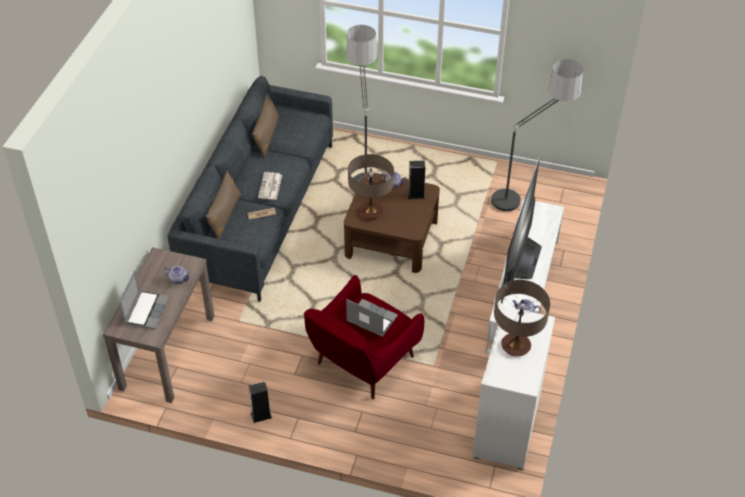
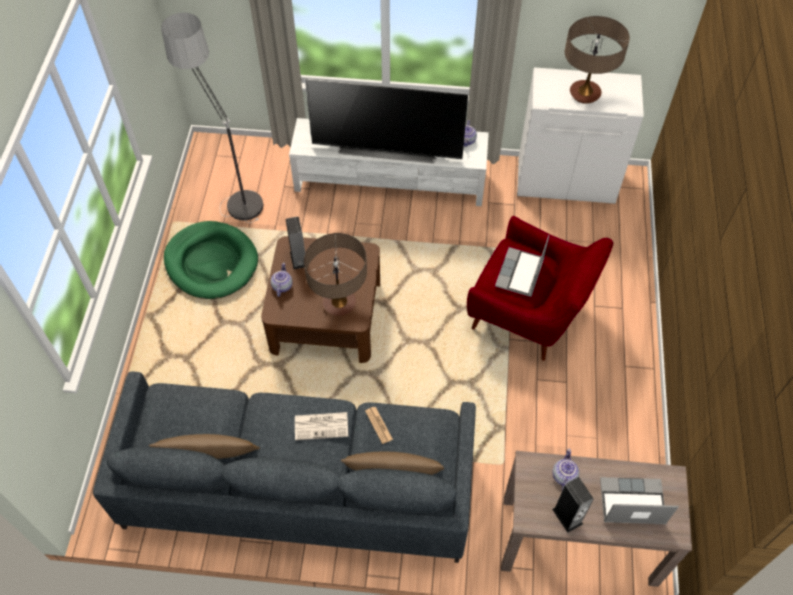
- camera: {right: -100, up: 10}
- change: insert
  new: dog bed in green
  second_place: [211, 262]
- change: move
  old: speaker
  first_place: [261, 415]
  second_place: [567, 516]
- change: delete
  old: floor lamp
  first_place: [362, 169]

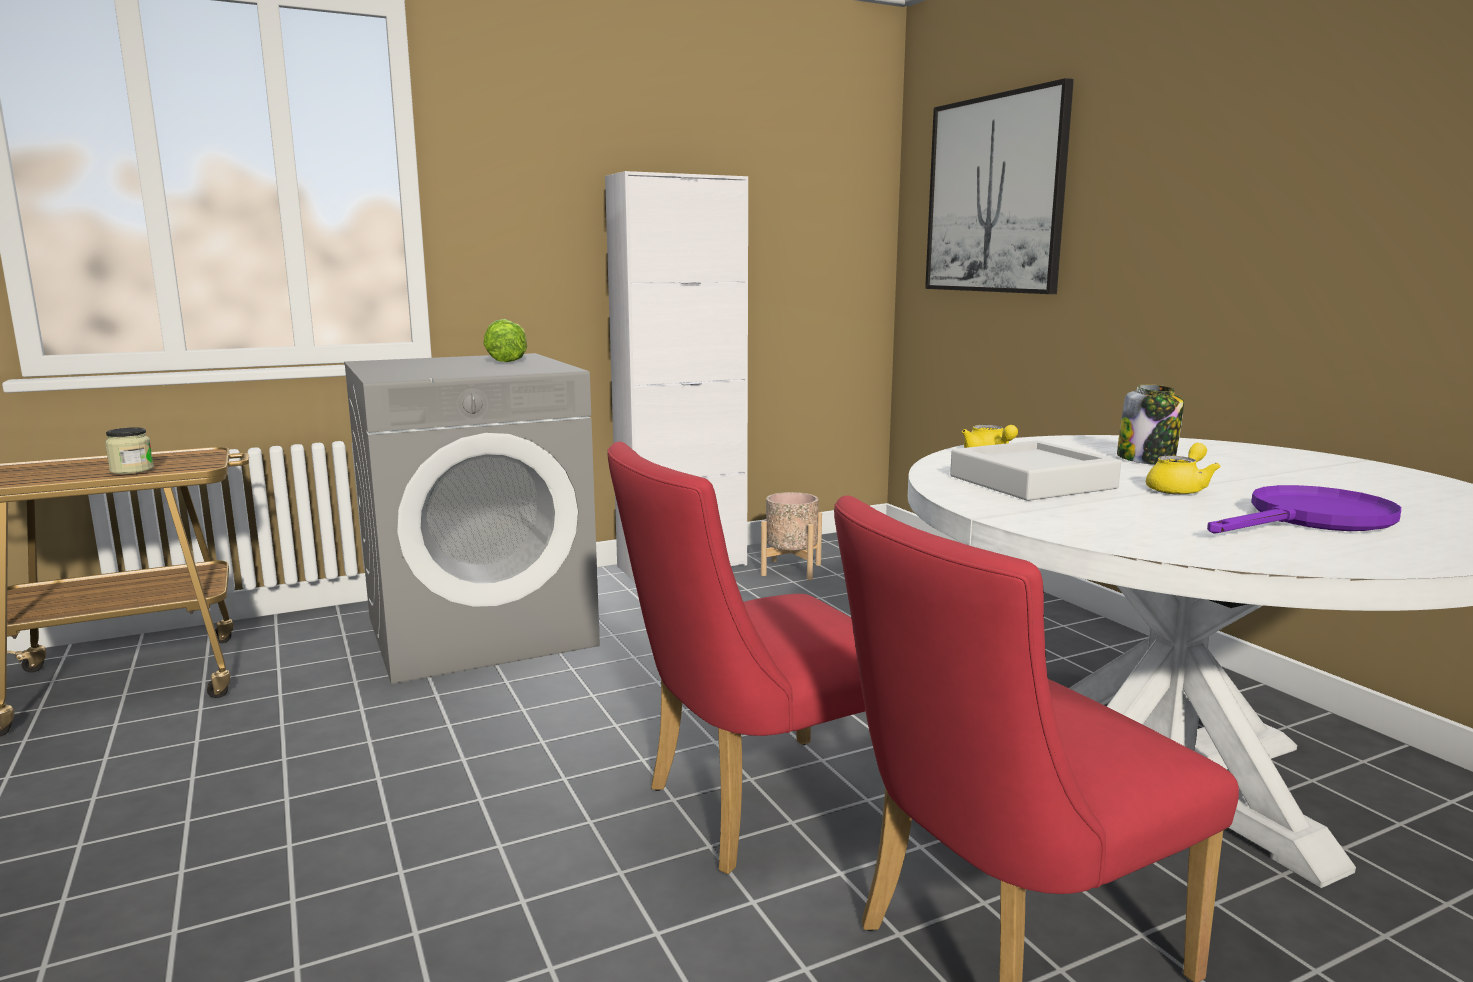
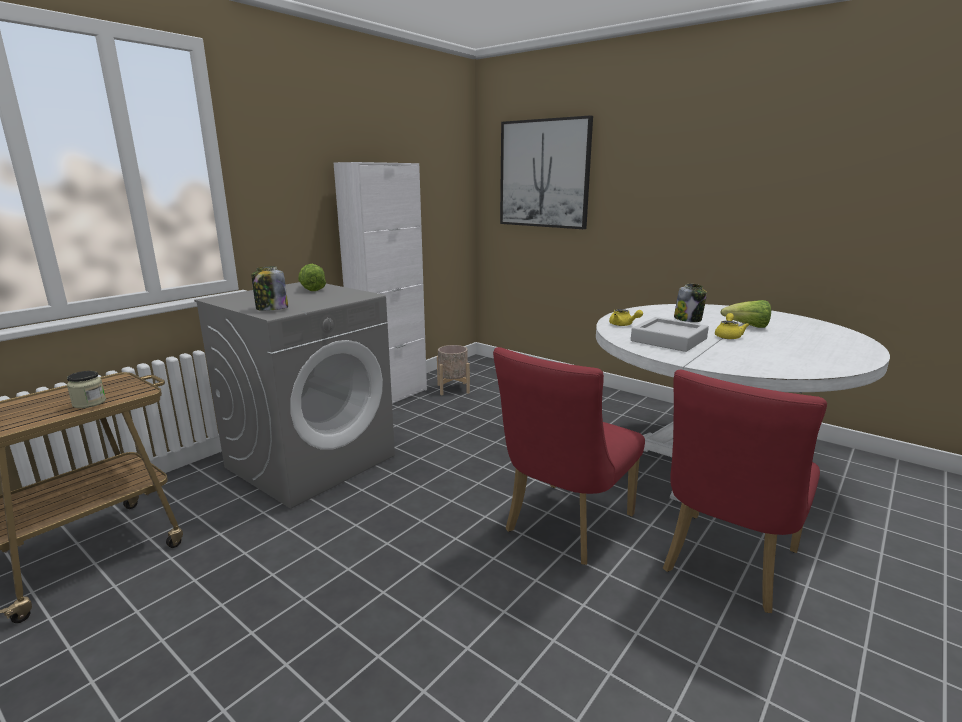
- camera: {right: -25, up: 5}
- change: insert
  new: jar
  second_place: [271, 309]
- change: insert
  new: lettuce
  second_place: [747, 326]
- change: delete
  old: frying pan in purple
  first_place: [1310, 520]

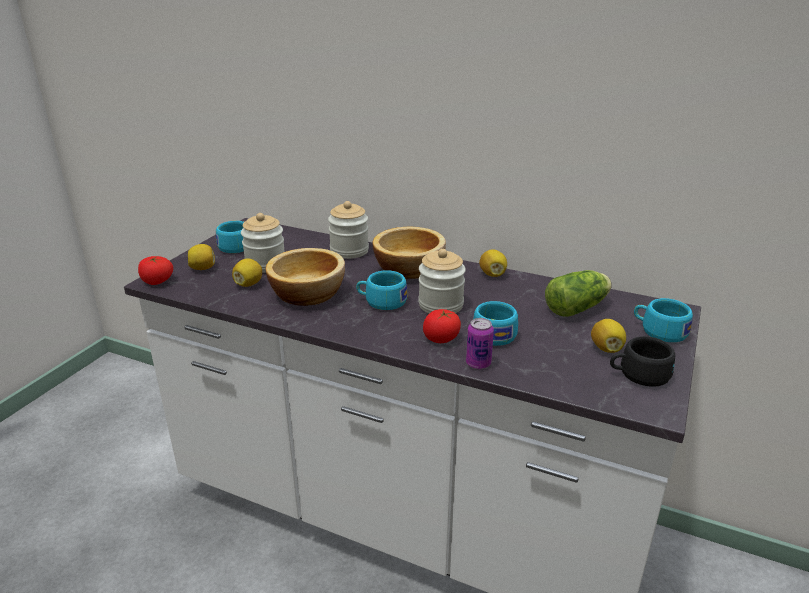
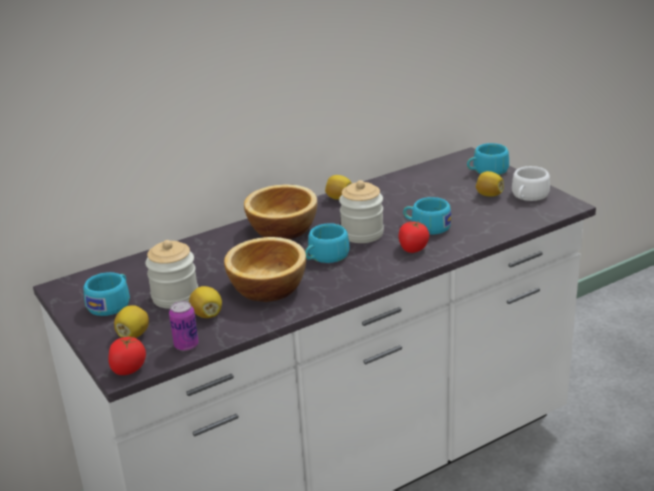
- camera: {right: -55, up: 0}
- change: move
  old: can
  first_place: [478, 363]
  second_place: [186, 345]
- change: recolor
  old: cup in black
  new: cup in white
  first_place: [638, 374]
  second_place: [528, 196]
- change: delete
  old: jar
  first_place: [349, 251]
- change: delete
  old: lettuce
  first_place: [578, 307]

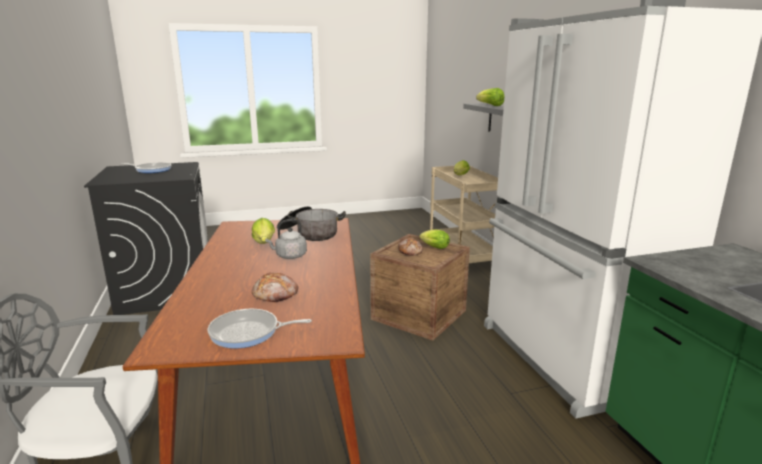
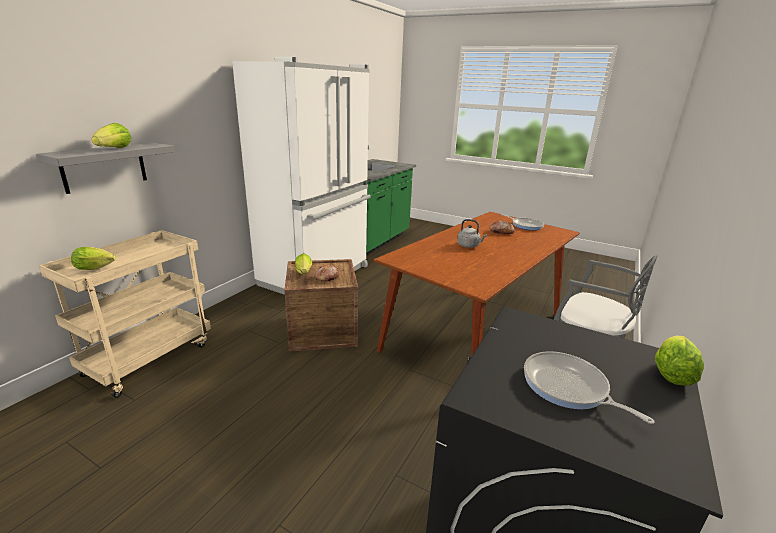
- camera: {right: -135, up: 5}
- change: move
  old: lettuce
  first_place: [264, 243]
  second_place: [671, 372]
- change: delete
  old: cooking pot
  first_place: [309, 234]

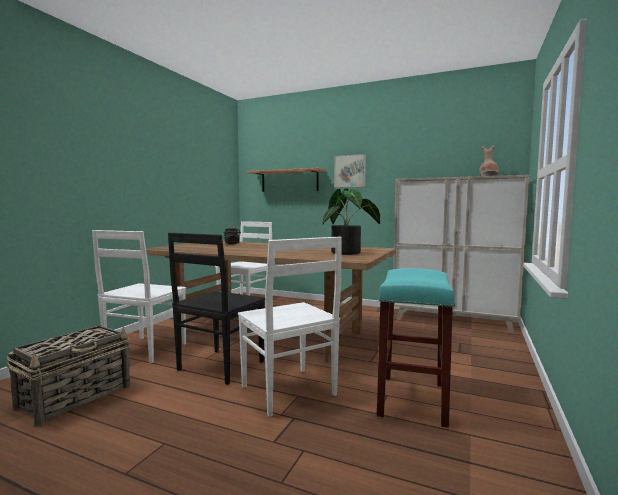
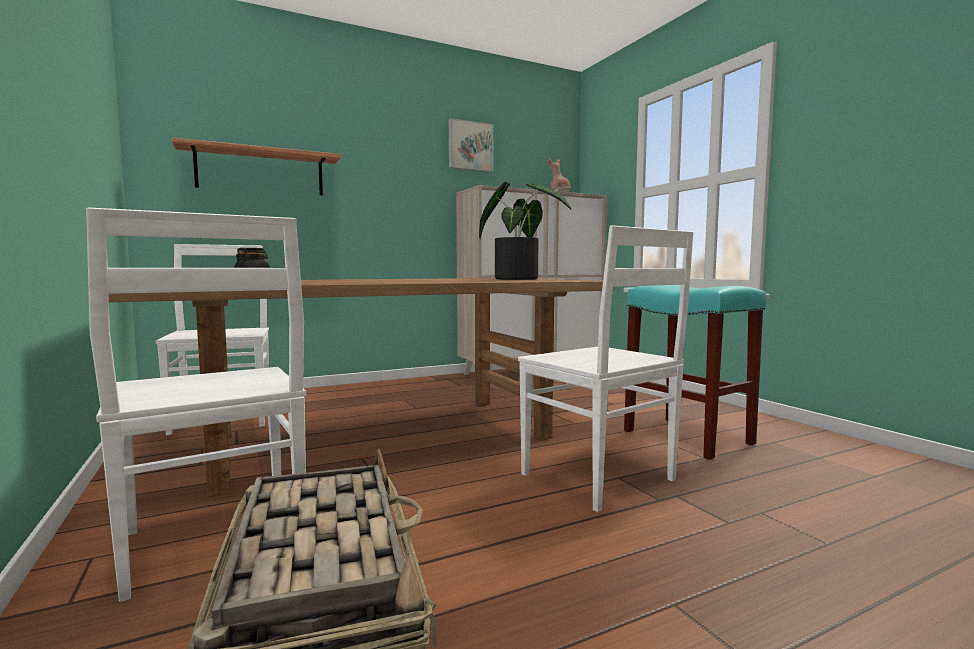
- camera: {right: -50, up: 0}
- change: move
  old: picture
  first_place: [350, 171]
  second_place: [470, 146]
- change: rotate
  old: chair in white
  first_place: [289, 392]
  second_place: [600, 478]
  degrees: 45
- change: delete
  old: chair in black
  first_place: [219, 367]

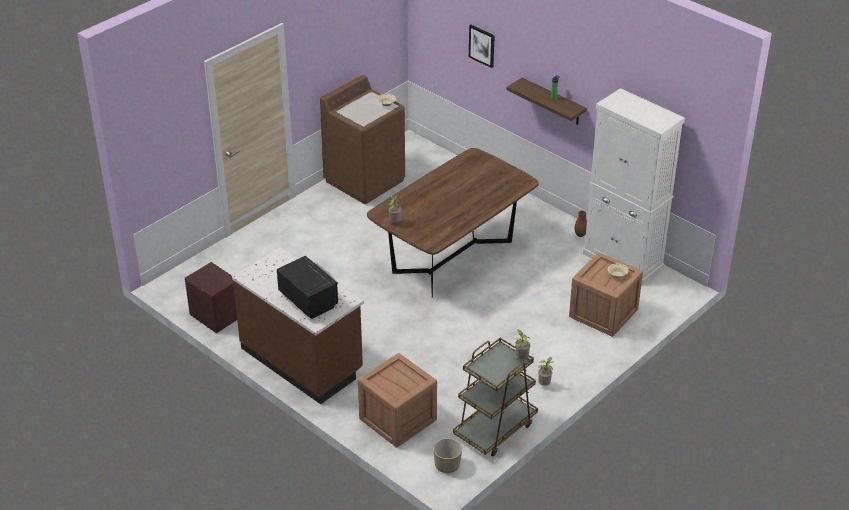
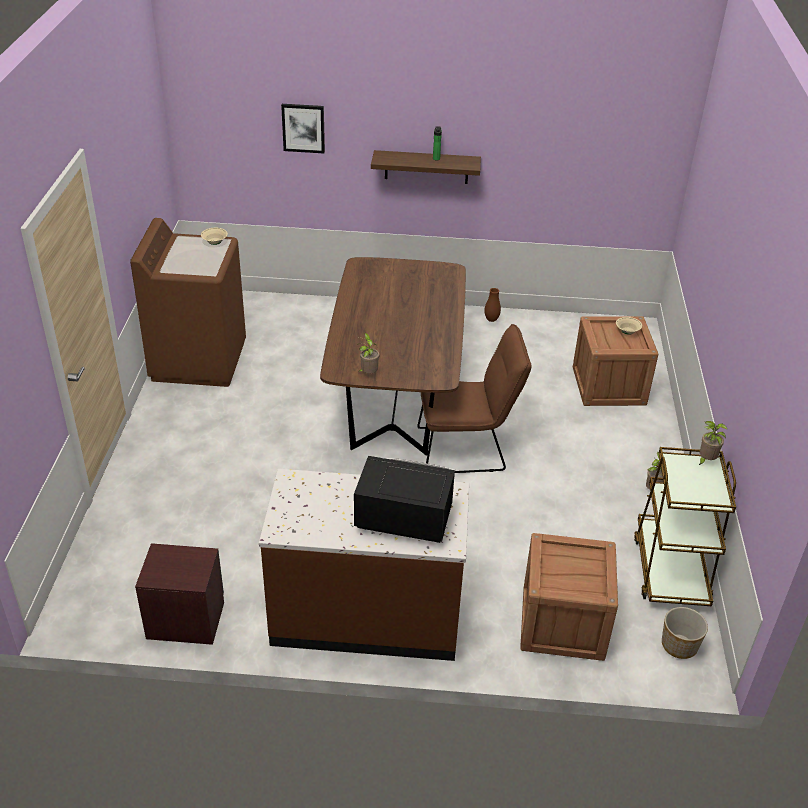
- camera: {right: -40, up: 0}
- change: insert
  new: chair in brown
  second_place: [467, 449]
- change: delete
  old: cabinet in white
  first_place: [623, 261]

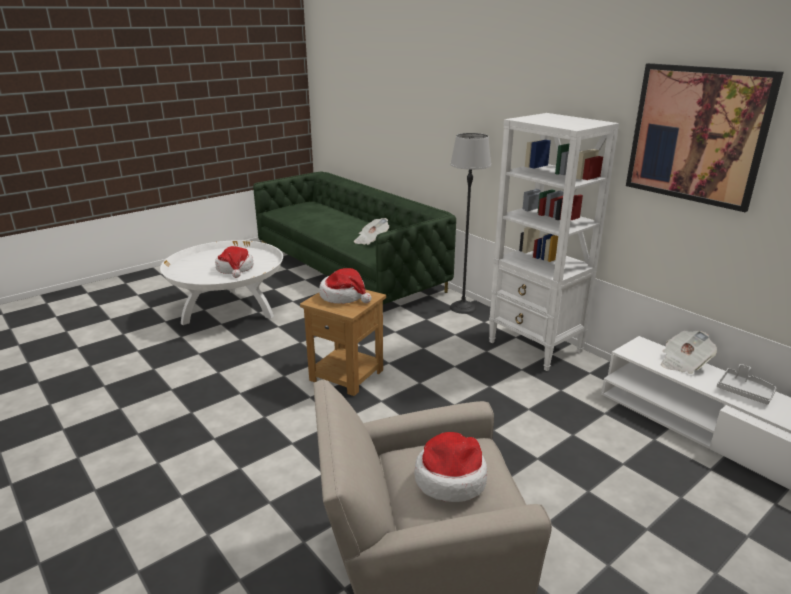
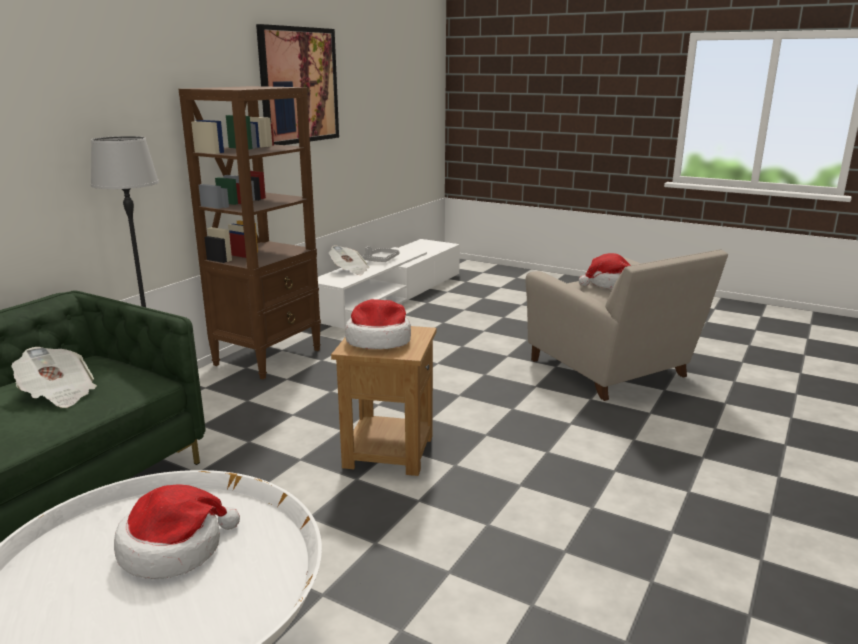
- camera: {right: -110, up: -5}
- change: recolor
  old: bookcase in white
  new: bookcase in brown
  first_place: [535, 347]
  second_place: [269, 357]

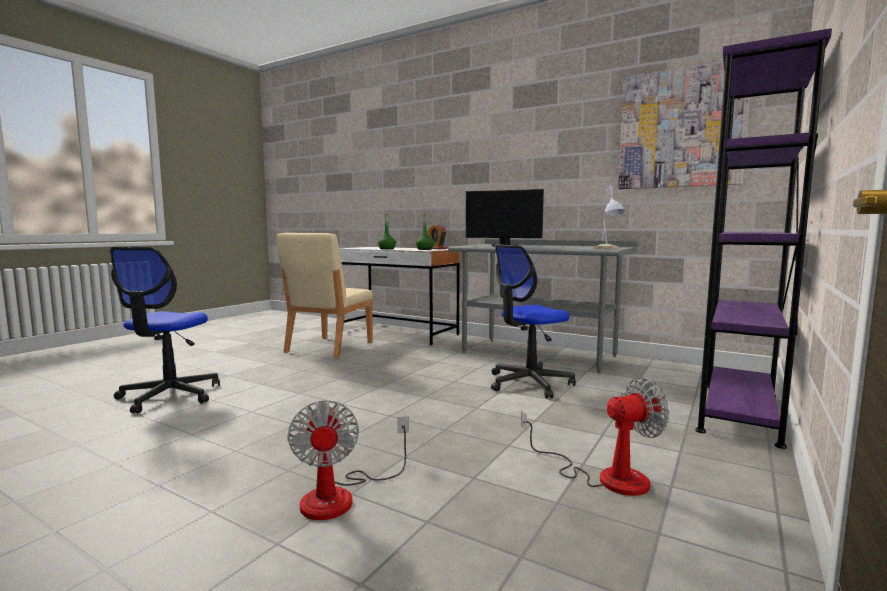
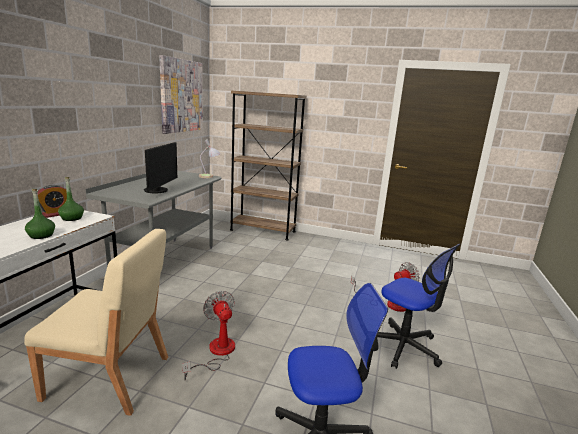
- camera: {right: -105, up: 10}
- change: move
  old: fan
  first_place: [605, 477]
  second_place: [216, 353]
- change: recolor
  old: bookcase in purple
  new: bookcase in brown
  first_place: [739, 412]
  second_place: [263, 231]
- change: move
  old: office chair
  first_place: [529, 383]
  second_place: [404, 347]

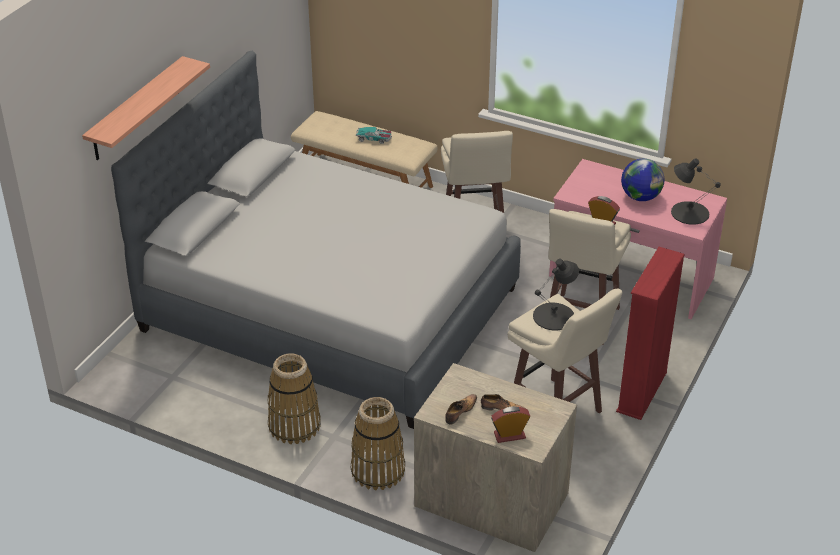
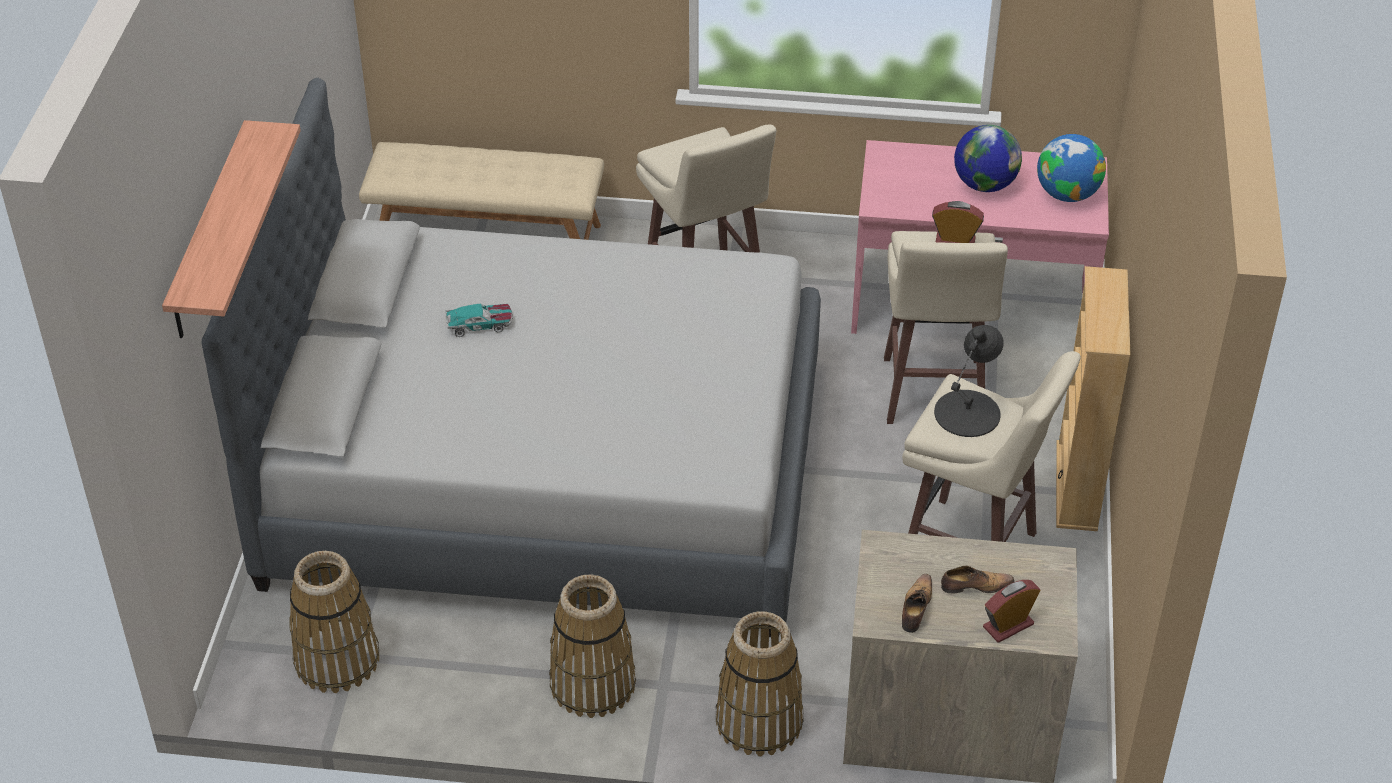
- camera: {right: -20, up: 5}
- change: insert
  new: basket
  second_place: [337, 659]
- change: move
  old: toy car
  first_place: [374, 138]
  second_place: [480, 325]
- change: replace
  old: table lamp in black
  new: globe
  first_place: [689, 213]
  second_place: [1067, 194]
- change: recolor
  old: bookcase in red
  new: bookcase in beige
  first_place: [642, 392]
  second_place: [1077, 486]

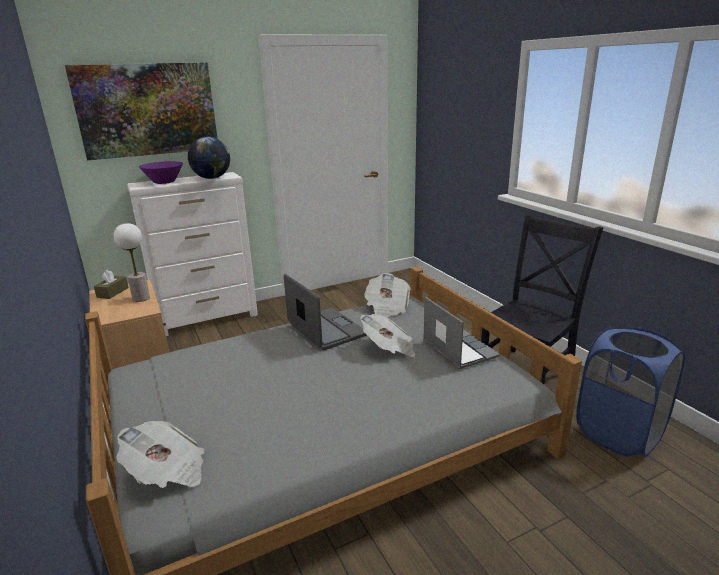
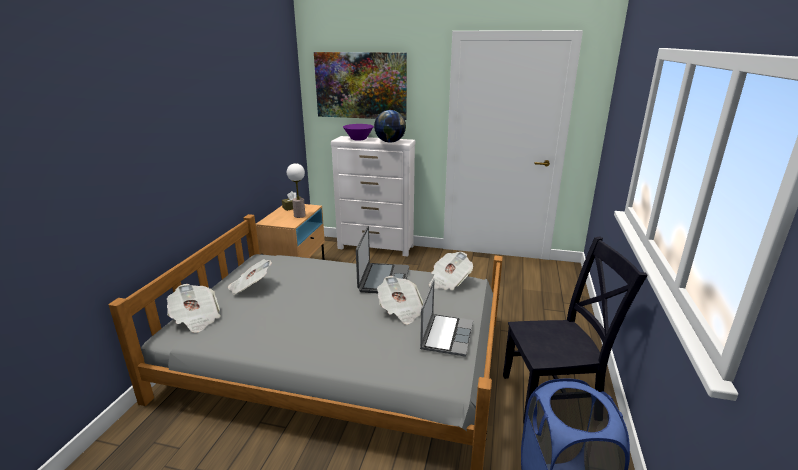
- camera: {right: 40, up: 0}
- change: insert
  new: newspaper
  second_place: [250, 287]

